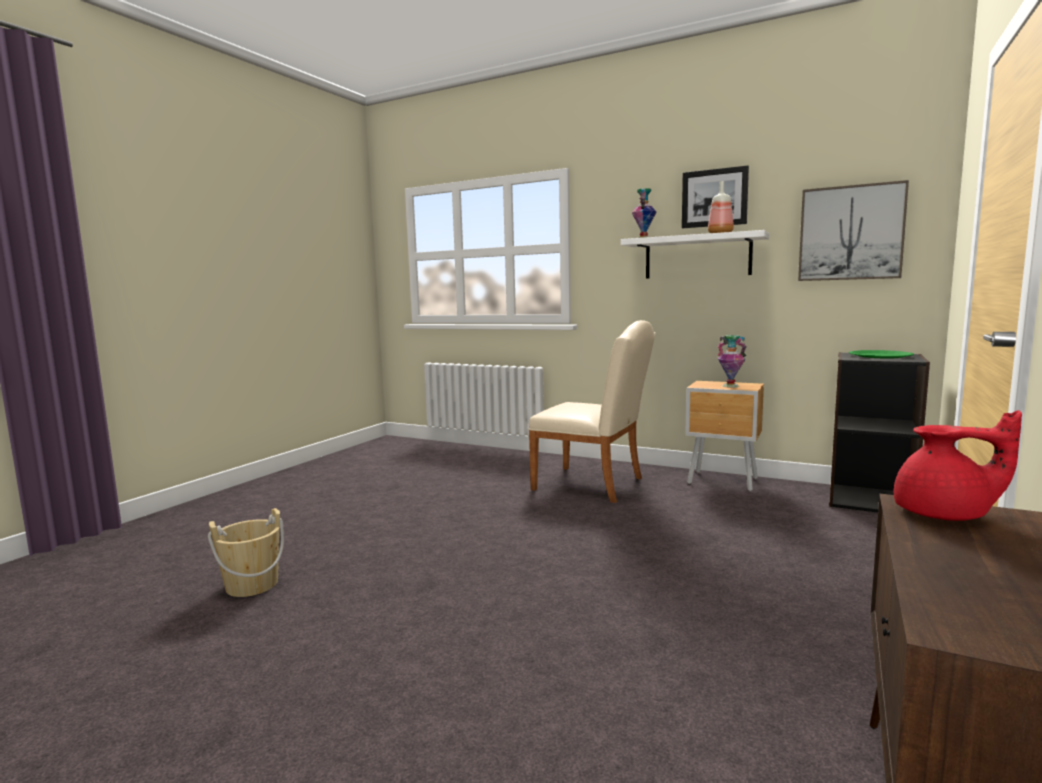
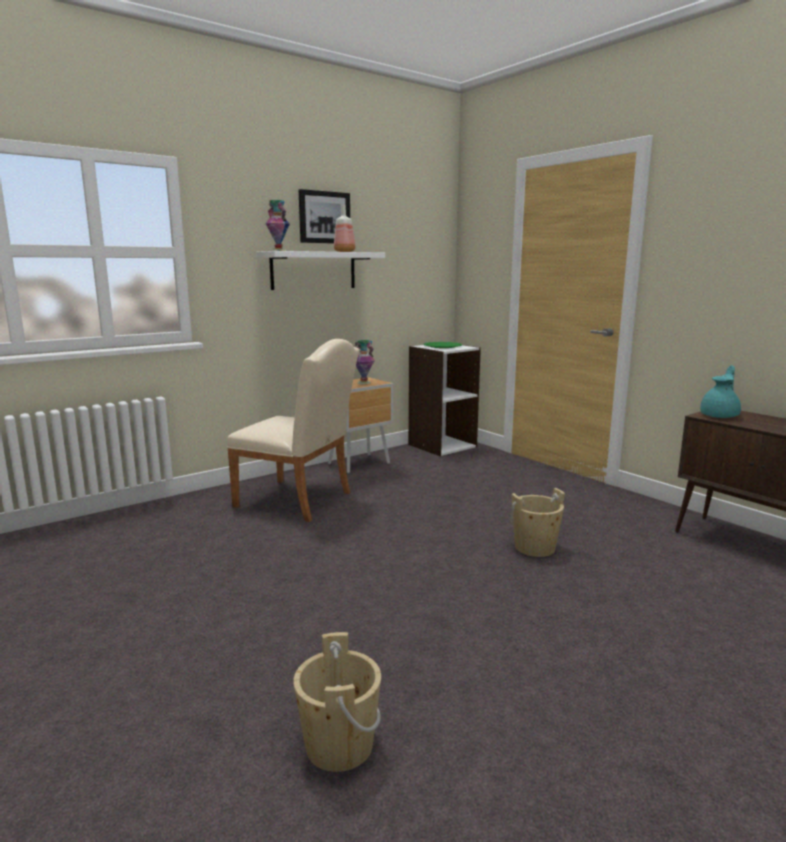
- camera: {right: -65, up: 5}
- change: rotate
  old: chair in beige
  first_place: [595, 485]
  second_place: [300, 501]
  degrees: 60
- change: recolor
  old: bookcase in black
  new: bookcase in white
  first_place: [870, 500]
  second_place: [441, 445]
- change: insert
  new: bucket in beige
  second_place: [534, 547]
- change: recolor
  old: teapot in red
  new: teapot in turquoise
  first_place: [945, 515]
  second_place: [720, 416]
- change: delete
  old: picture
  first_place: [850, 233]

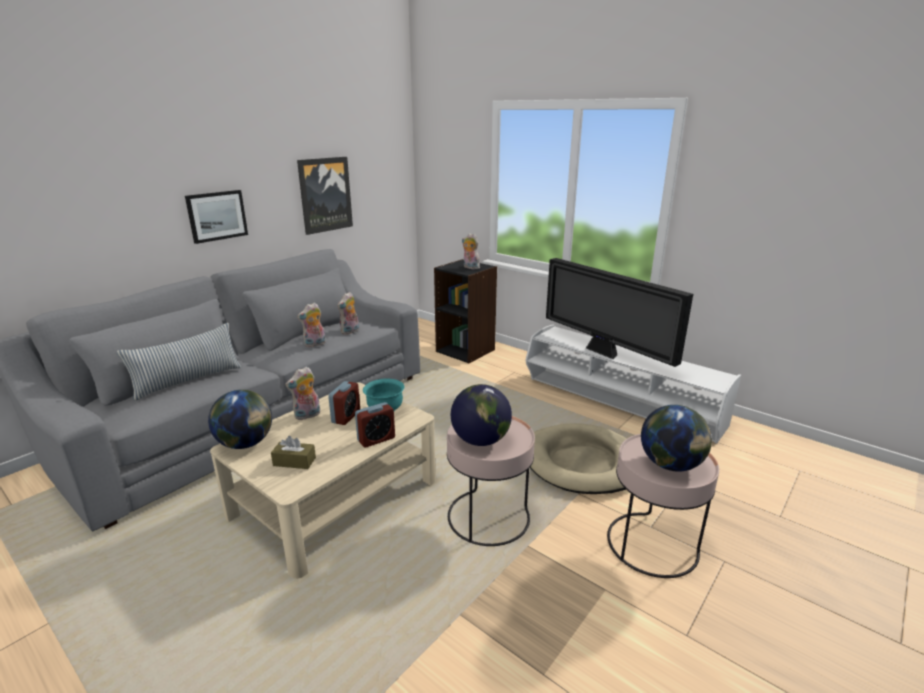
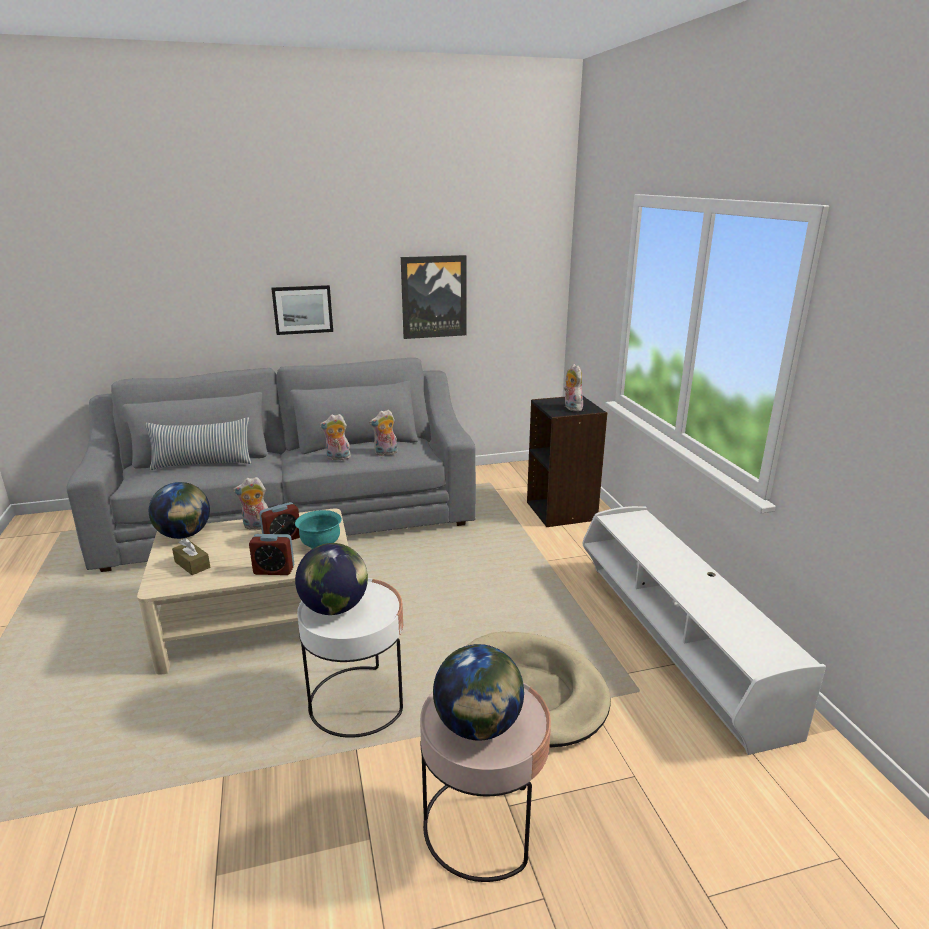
- camera: {right: 35, up: 0}
- change: recolor
  old: side table in pink
  new: side table in white
  first_place: [488, 517]
  second_place: [357, 701]
- change: delete
  old: television
  first_place: [604, 353]

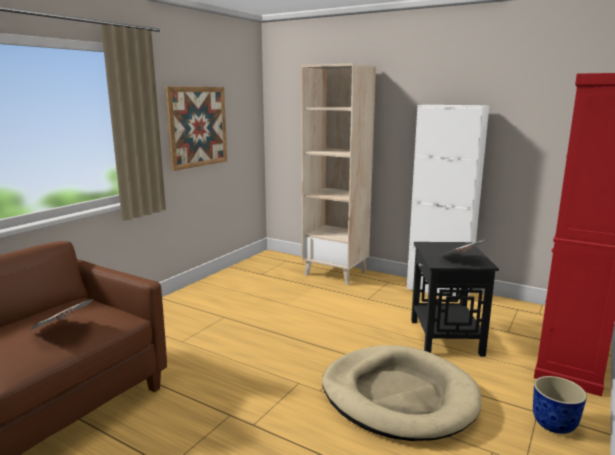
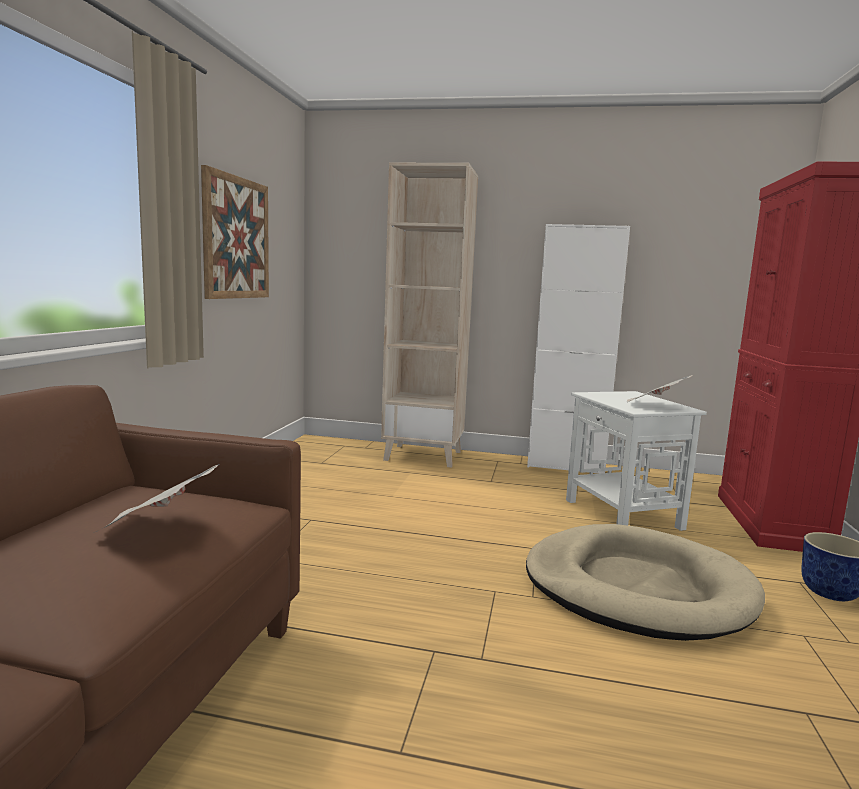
- camera: {right: -20, up: -5}
- change: recolor
  old: side table in black
  new: side table in white
  first_place: [445, 337]
  second_place: [623, 515]

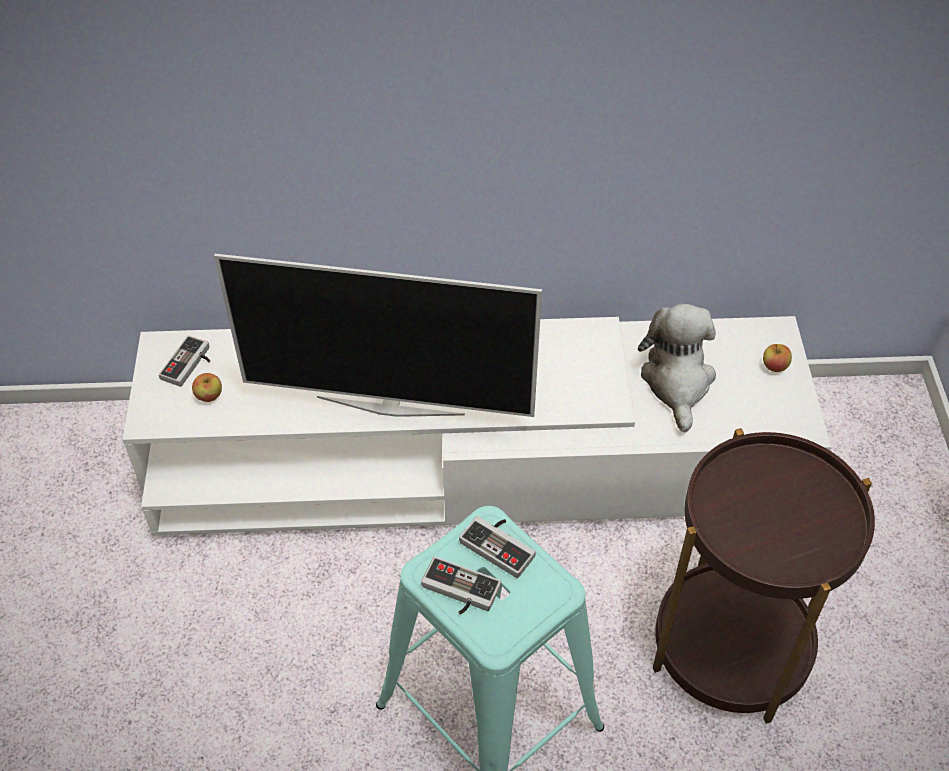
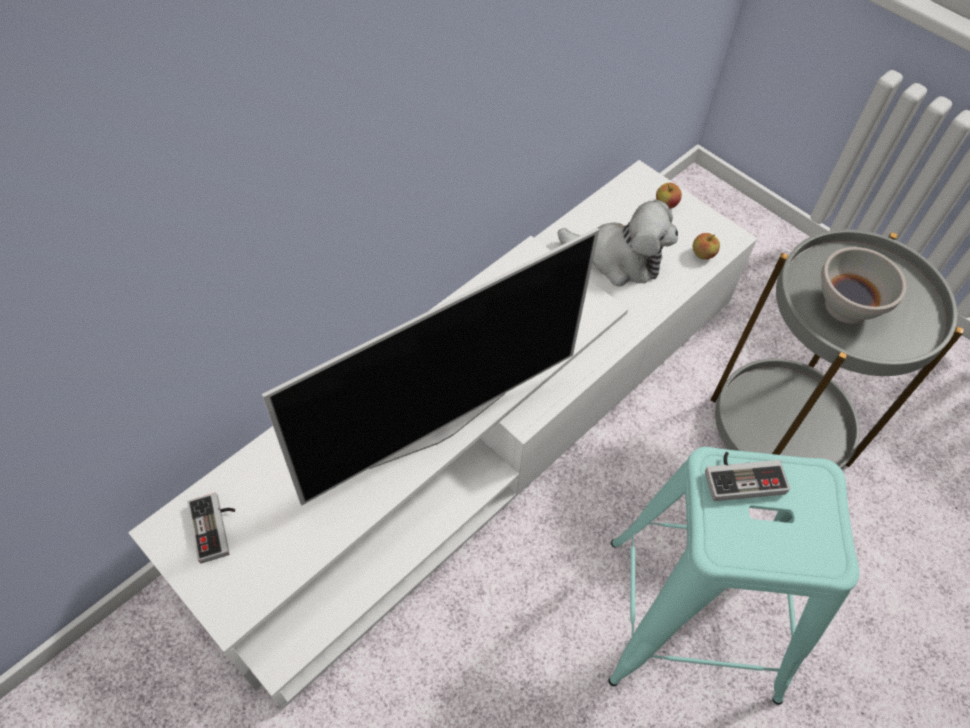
- camera: {right: -45, up: 5}
- change: rotate
  old: plush toy
  first_place: [677, 382]
  second_place: [618, 258]
  degrees: 150
- change: move
  old: apple
  first_place: [209, 396]
  second_place: [702, 254]
- change: recolor
  old: side table in brown
  new: side table in grey
  first_place: [731, 646]
  second_place: [778, 431]
- change: insert
  new: bowl in white
  second_place: [847, 306]
- change: delete
  old: game controller
  first_place: [458, 593]

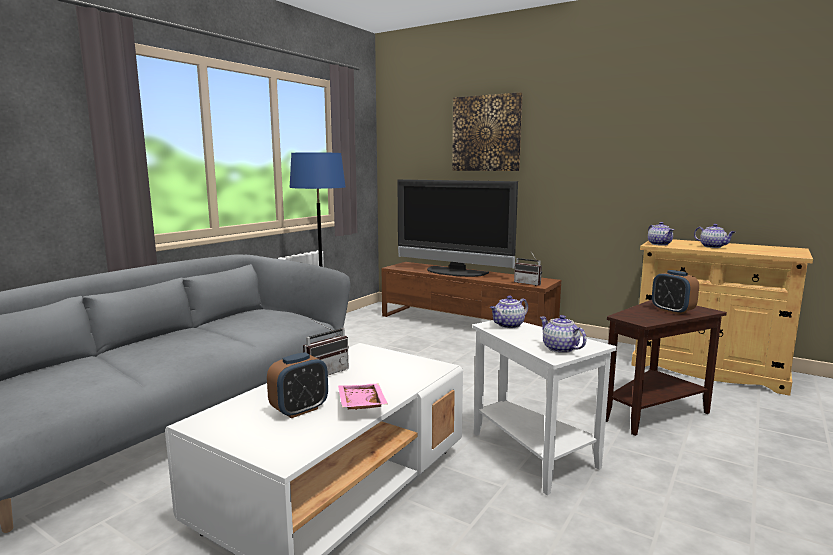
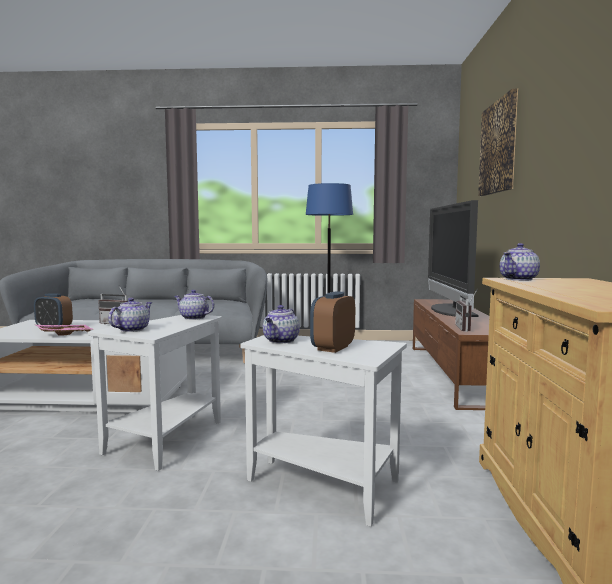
- camera: {right: 60, up: -5}
- change: recolor
  old: side table in brown
  new: side table in white
  first_place: [653, 413]
  second_place: [326, 487]
- change: move
  old: teapot
  first_place: [713, 247]
  second_place: [281, 341]

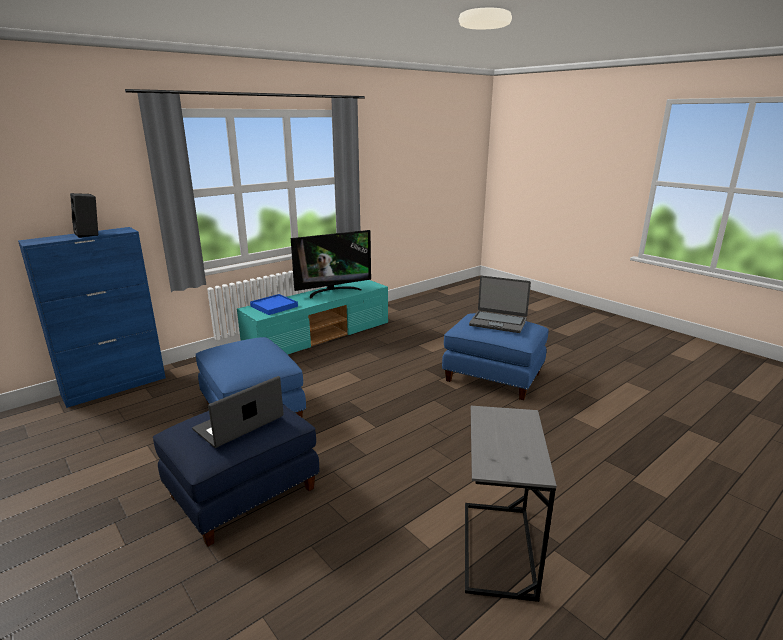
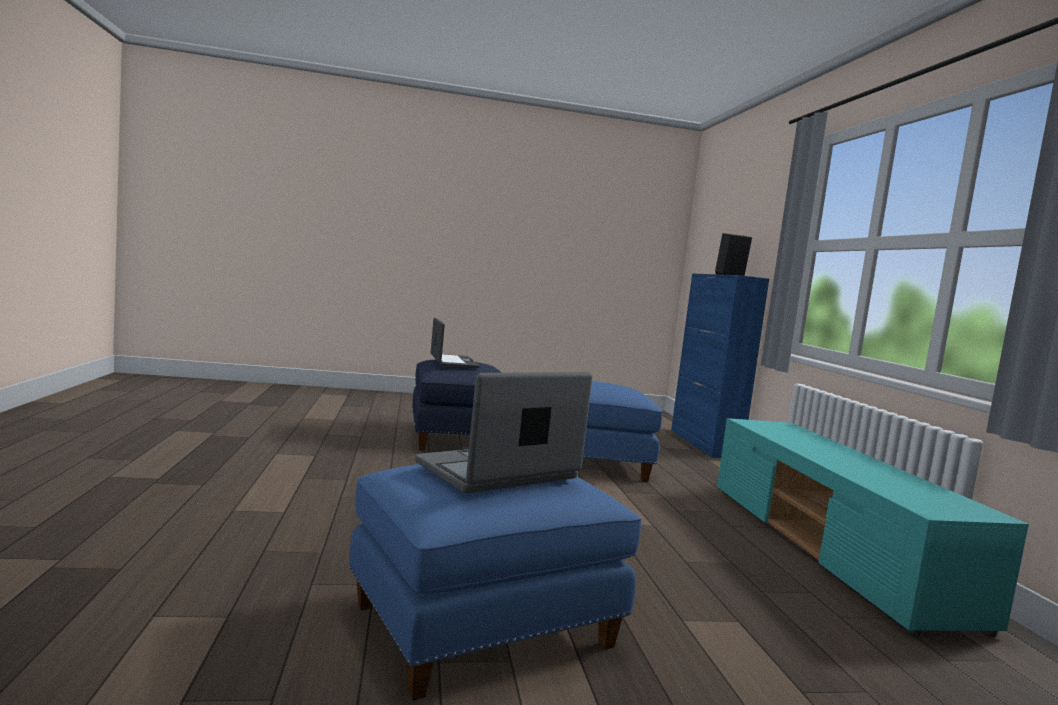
- camera: {right: 120, up: -15}
- change: delete
  old: tray in blue
  first_place: [274, 306]
- change: delete
  old: television
  first_place: [333, 291]
- change: delete
  old: side table in grey
  first_place: [498, 548]

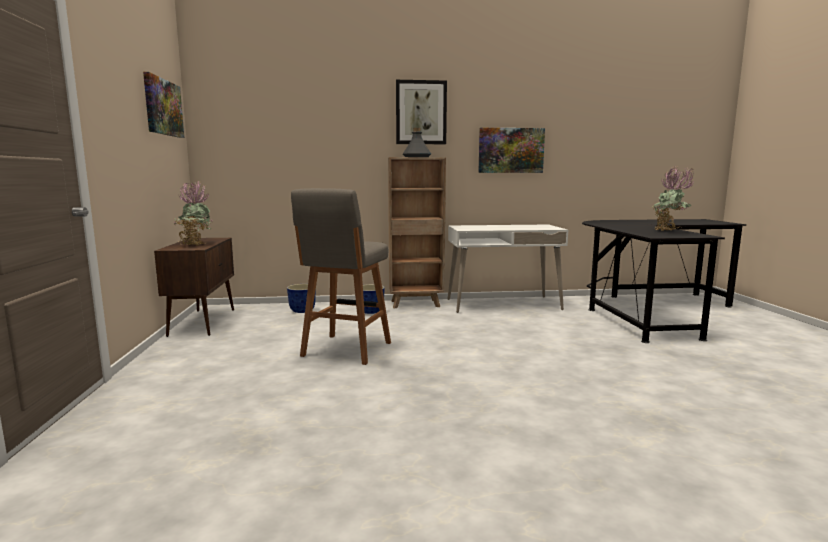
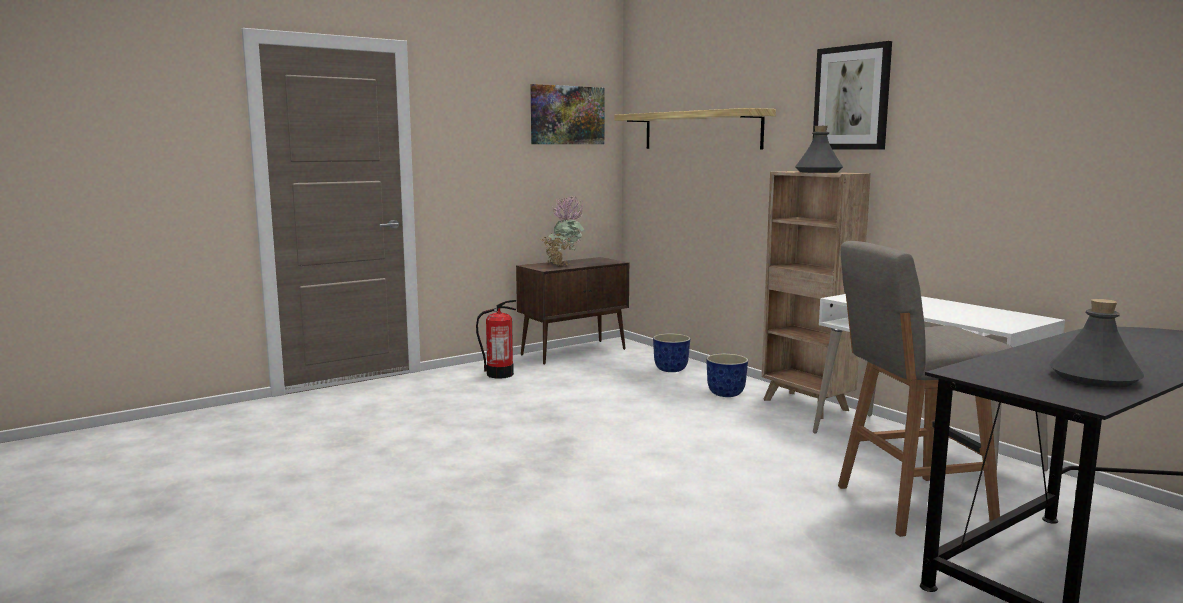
- camera: {right: 60, up: 0}
- change: insert
  new: fire extinguisher
  second_place: [499, 374]
- change: insert
  new: shelf
  second_place: [701, 130]
- change: move
  old: stool in grey
  first_place: [345, 350]
  second_place: [909, 505]
- change: replace
  old: potted plant
  new: bottle in grey
  first_place: [669, 231]
  second_place: [1093, 378]
- change: delete
  old: picture
  first_place: [511, 150]

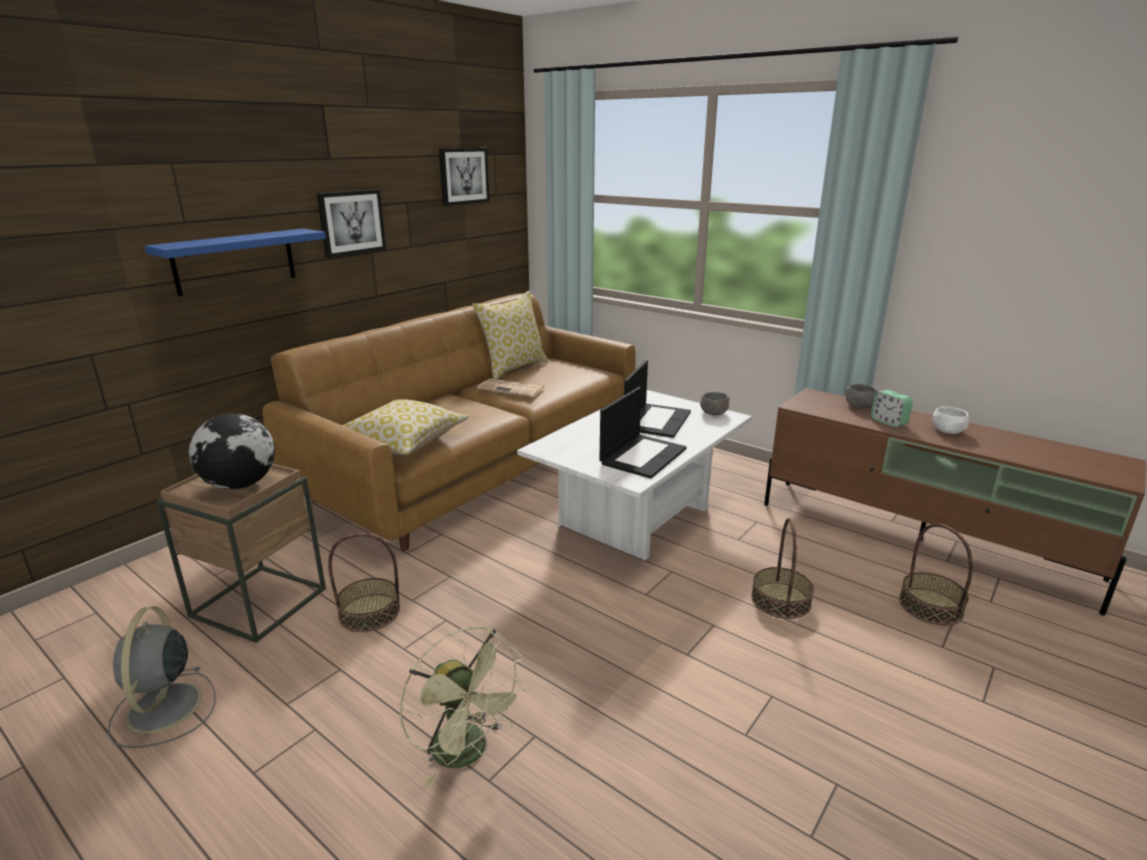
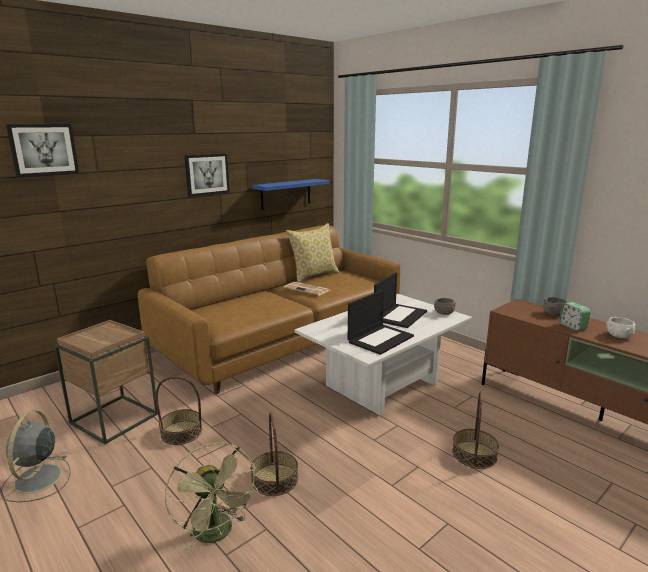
- camera: {right: 10, up: -5}
- change: move
  old: picture
  first_place: [463, 176]
  second_place: [43, 149]
- change: move
  old: basket
  first_place: [931, 606]
  second_place: [275, 479]
- change: move
  old: shelf in blue
  first_place: [235, 261]
  second_place: [286, 194]
- change: delete
  old: globe
  first_place: [241, 484]
- change: delete
  old: pillow
  first_place: [401, 442]

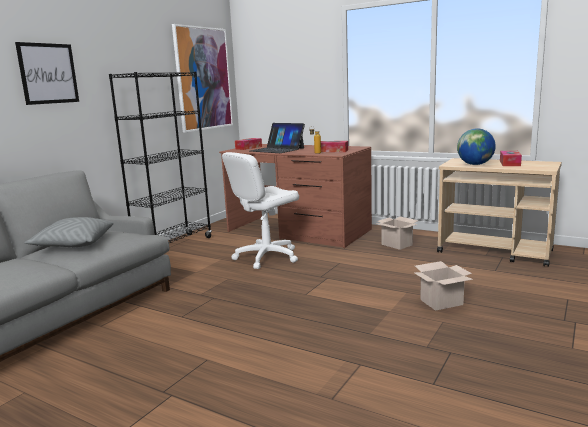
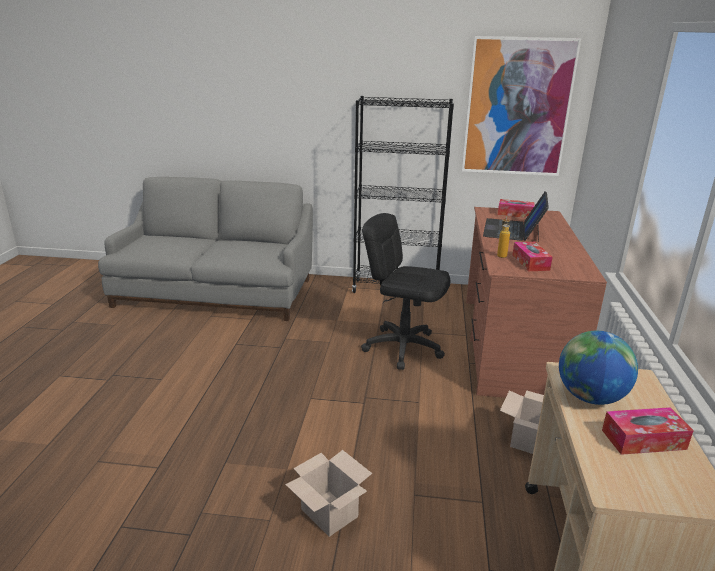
- camera: {right: 65, up: 10}
- change: recolor
  old: office chair in white
  new: office chair in black
  first_place: [266, 257]
  second_place: [403, 347]
- change: delete
  old: picture
  first_place: [48, 73]
- change: delete
  old: pillow in grey
  first_place: [73, 244]

